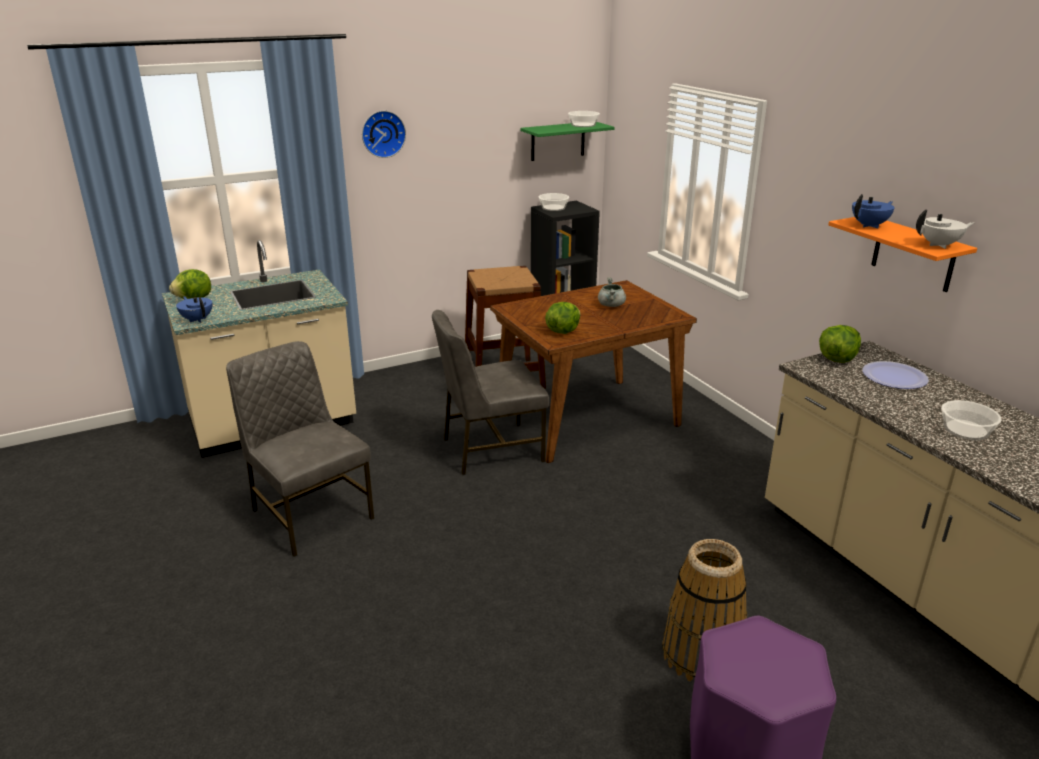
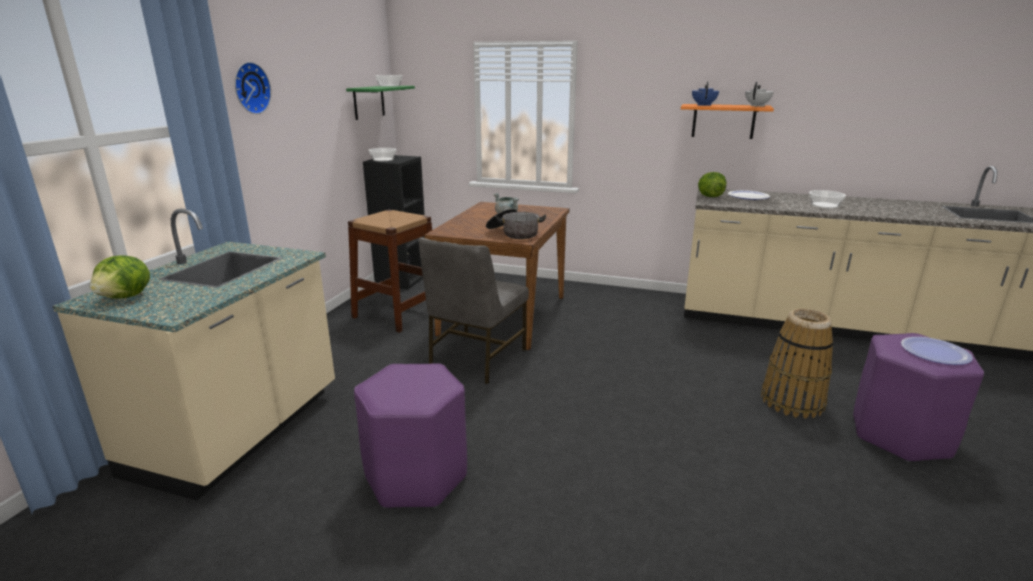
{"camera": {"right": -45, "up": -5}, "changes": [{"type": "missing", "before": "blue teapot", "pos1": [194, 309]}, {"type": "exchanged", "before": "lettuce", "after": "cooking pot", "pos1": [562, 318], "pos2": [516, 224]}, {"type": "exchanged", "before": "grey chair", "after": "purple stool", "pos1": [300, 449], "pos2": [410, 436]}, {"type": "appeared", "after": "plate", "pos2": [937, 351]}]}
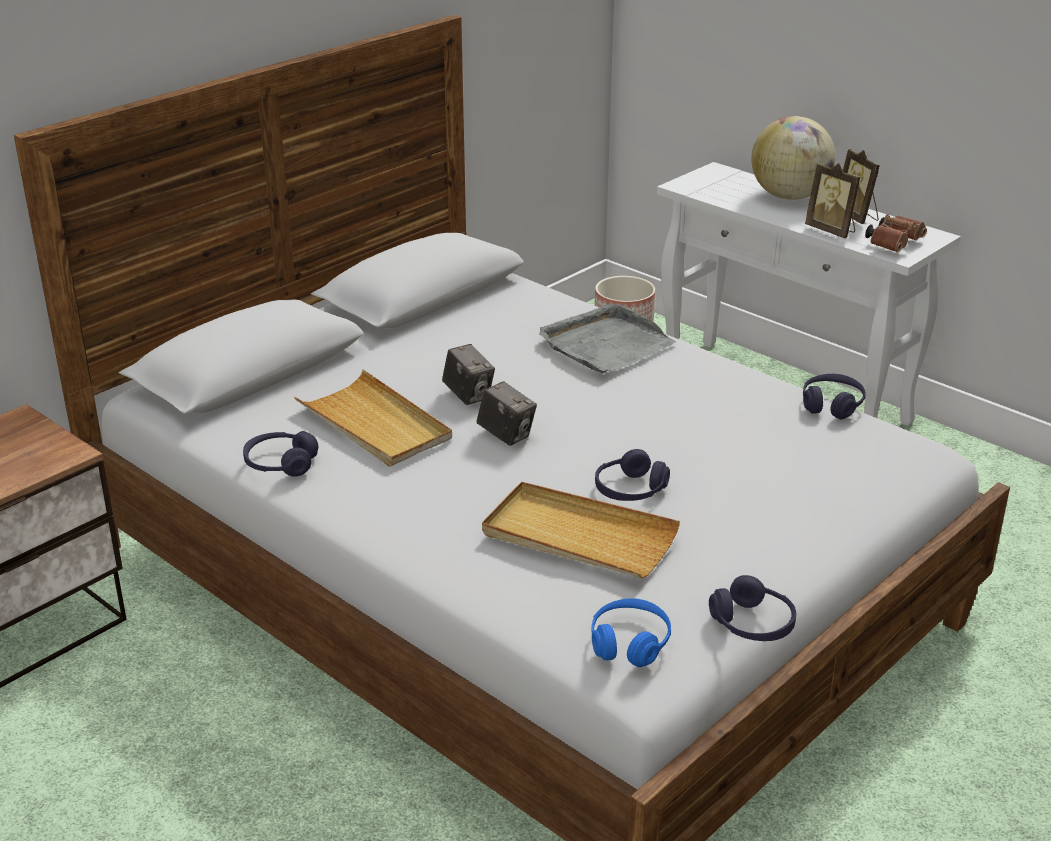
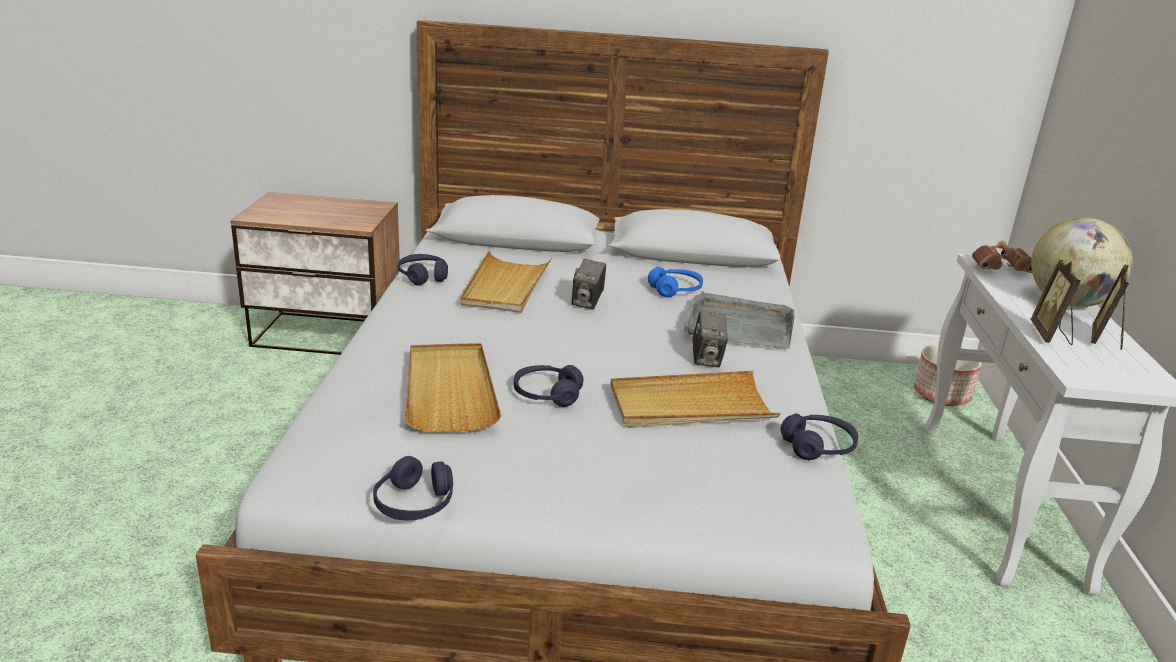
{"camera": {"right": 50, "up": -5}, "changes": [{"type": "relocated", "before": "brown binoculars", "pos1": [896, 233], "pos2": [1002, 256]}, {"type": "relocated", "before": "photo camera", "pos1": [506, 413], "pos2": [710, 339]}, {"type": "relocated", "before": "blue headphones", "pos1": [631, 632], "pos2": [675, 282]}, {"type": "appeared", "after": "beige tray", "pos2": [695, 399]}]}
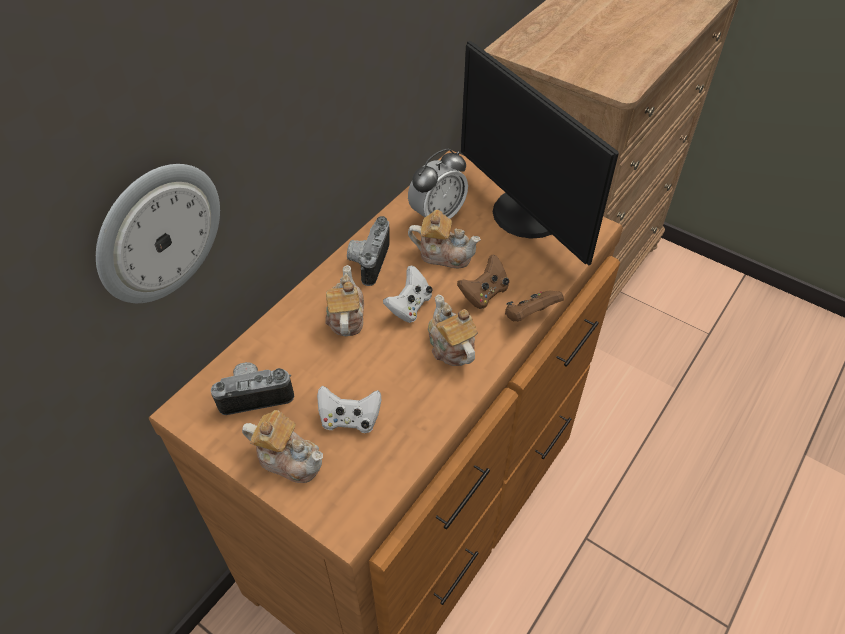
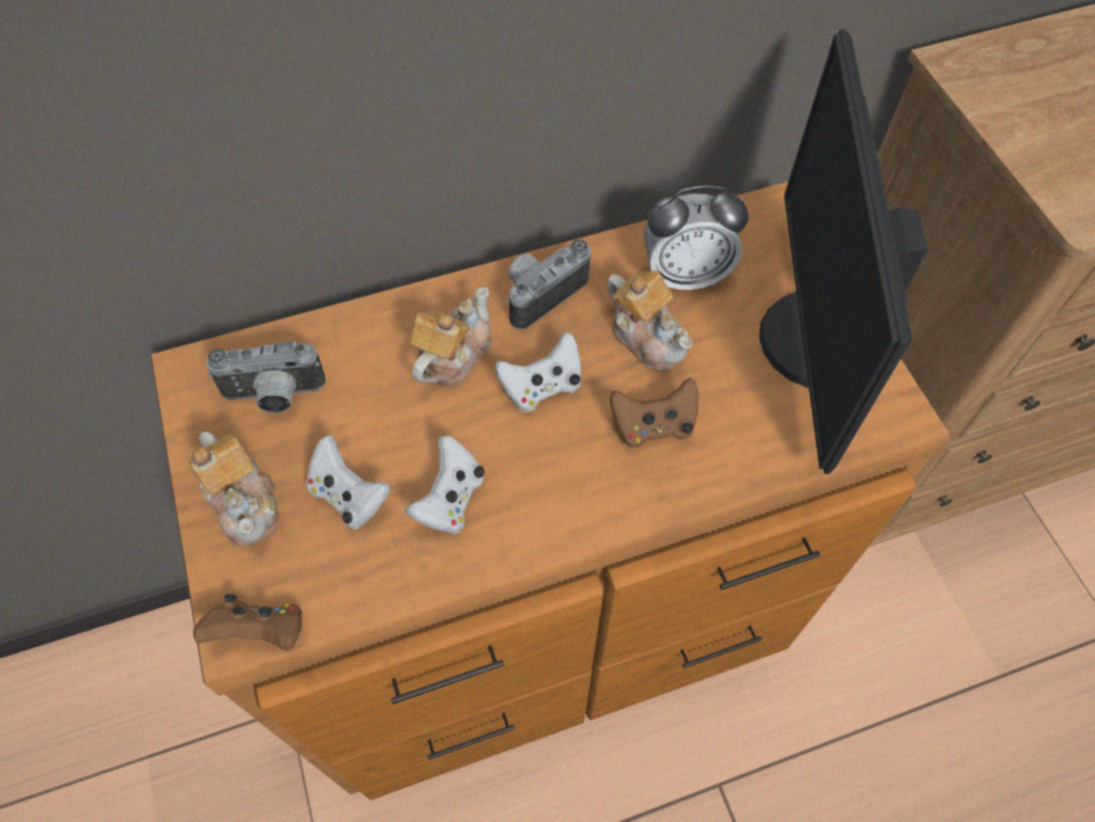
{"camera": {"right": 35, "up": 10}, "changes": [{"type": "missing", "before": "wall clock", "pos1": [158, 233]}, {"type": "relocated", "before": "brown game controller", "pos1": [534, 306], "pos2": [248, 622]}, {"type": "missing", "before": "teapot", "pos1": [453, 330]}, {"type": "spun", "before": "photo camera", "pos1": [252, 388], "pos2": [266, 377], "turn": 150}, {"type": "appeared", "after": "white game controller", "pos2": [445, 485]}]}
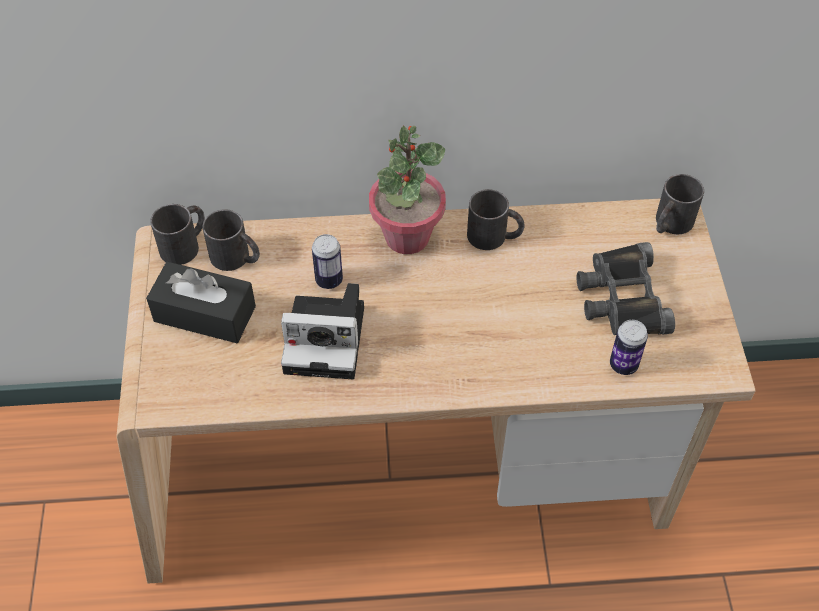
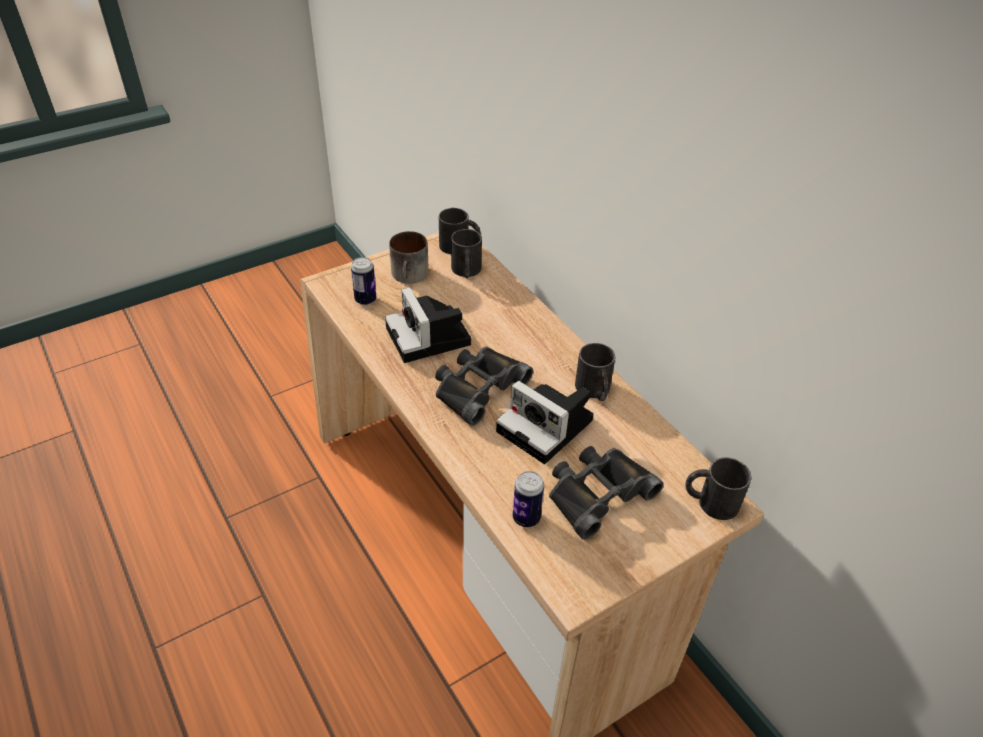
{"camera": {"right": 60, "up": -10}, "changes": [{"type": "missing", "before": "potted plant", "pos1": [407, 190]}, {"type": "relocated", "before": "can", "pos1": [327, 261], "pos2": [363, 281]}, {"type": "exchanged", "before": "black tissue box", "after": "mug", "pos1": [201, 302], "pos2": [409, 257]}, {"type": "appeared", "after": "black binoculars", "pos2": [484, 386]}, {"type": "appeared", "after": "photo camera", "pos2": [545, 422]}]}
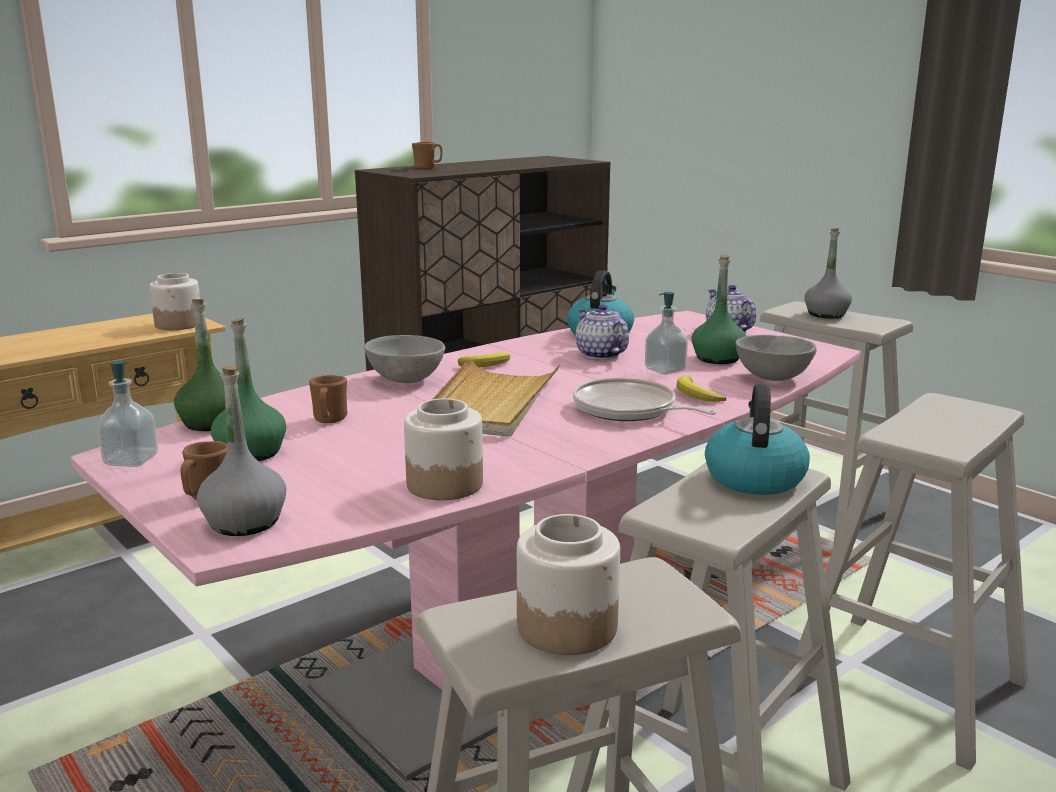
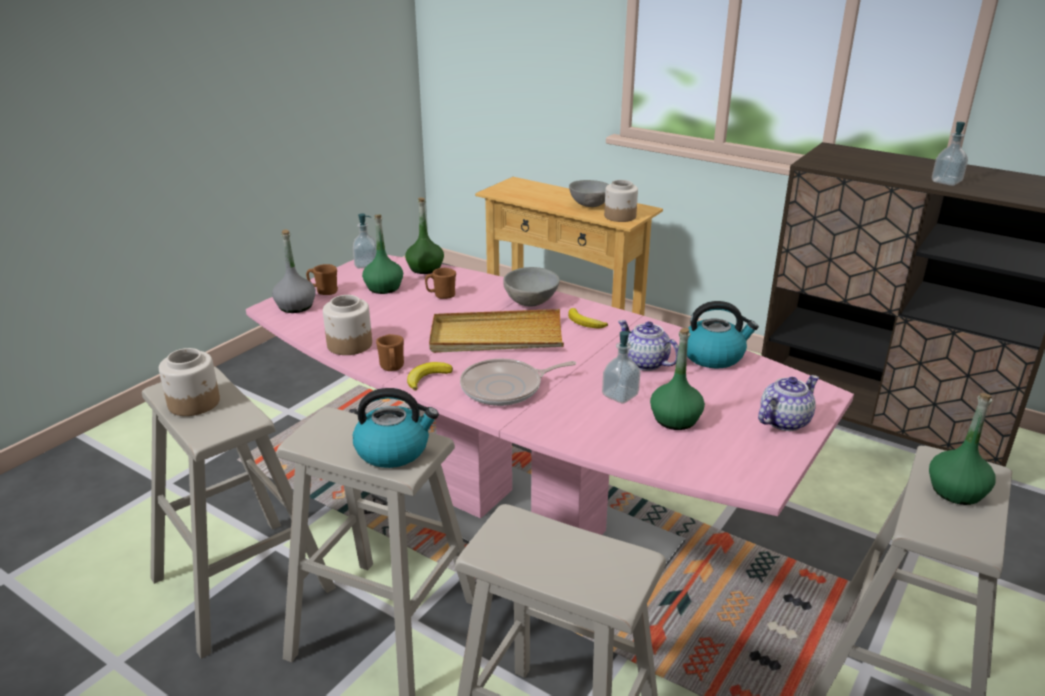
{"camera": {"right": 75, "up": 10}, "changes": [{"type": "relocated", "before": "brown mug", "pos1": [427, 155], "pos2": [390, 352]}, {"type": "colour", "before": "grey bottle", "after": "green bottle", "pos1": [828, 273], "pos2": [962, 449]}, {"type": "spun", "before": "teapot", "pos1": [602, 332], "pos2": [648, 345], "turn": -90}, {"type": "relocated", "before": "grey bowl", "pos1": [776, 358], "pos2": [589, 193]}, {"type": "relocated", "before": "banana", "pos1": [701, 388], "pos2": [430, 376]}, {"type": "spun", "before": "frying pan", "pos1": [645, 399], "pos2": [518, 382], "turn": -135}, {"type": "appeared", "after": "soap dispenser", "pos2": [950, 154]}]}
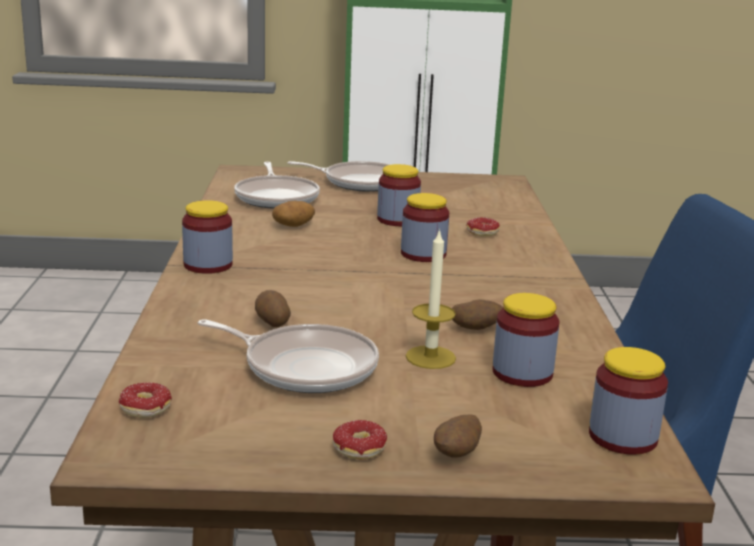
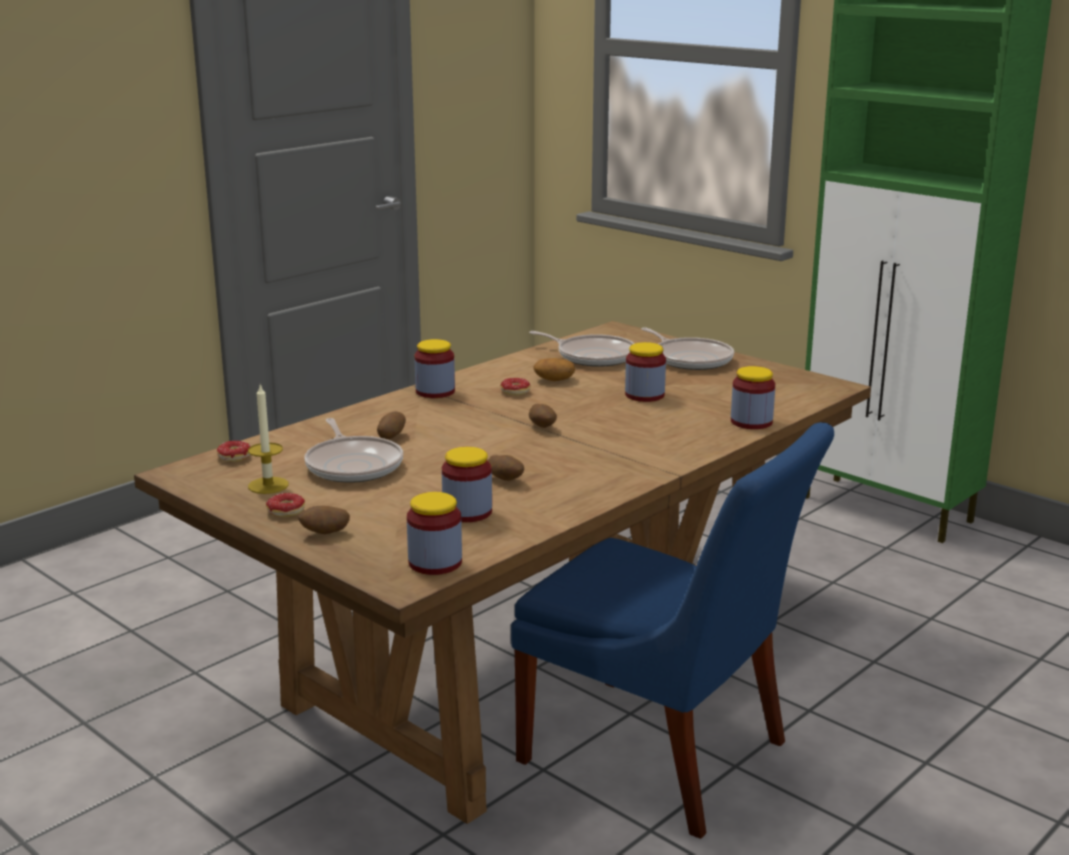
{"camera": {"right": 45, "up": 0}, "changes": [{"type": "spun", "before": "frying pan", "pos1": [277, 185], "pos2": [582, 349], "turn": -90}, {"type": "relocated", "before": "jar", "pos1": [425, 227], "pos2": [753, 397]}, {"type": "relocated", "before": "donut", "pos1": [483, 227], "pos2": [515, 387]}, {"type": "relocated", "before": "candle", "pos1": [431, 299], "pos2": [268, 439]}, {"type": "appeared", "after": "potato", "pos2": [543, 416]}]}
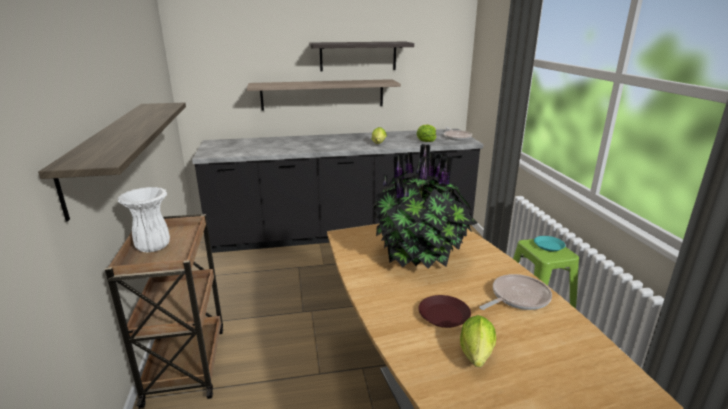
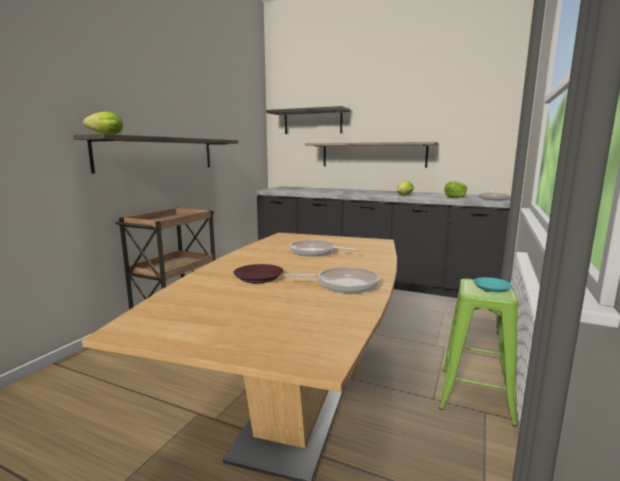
{"camera": {"right": 35, "up": -10}, "changes": [{"type": "relocated", "before": "shelf", "pos1": [361, 56], "pos2": [308, 120]}, {"type": "exchanged", "before": "potted plant", "after": "frying pan", "pos1": [425, 206], "pos2": [324, 248]}, {"type": "missing", "before": "white vase", "pos1": [144, 219]}, {"type": "relocated", "before": "lettuce", "pos1": [478, 341], "pos2": [103, 122]}]}
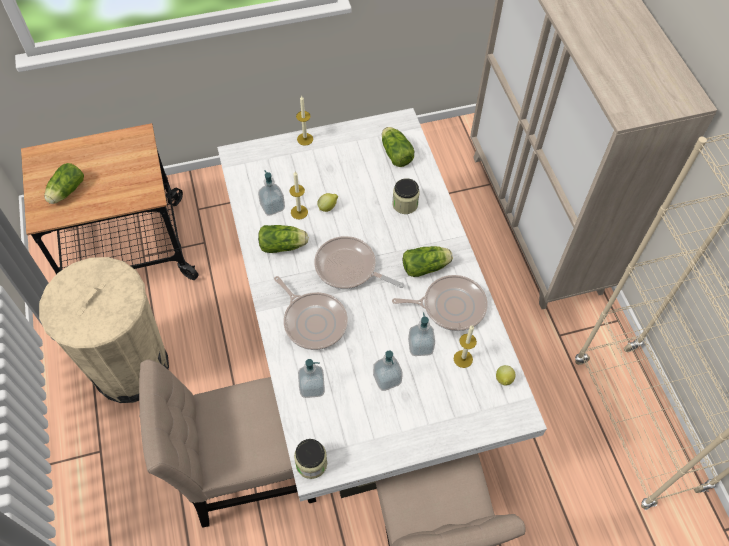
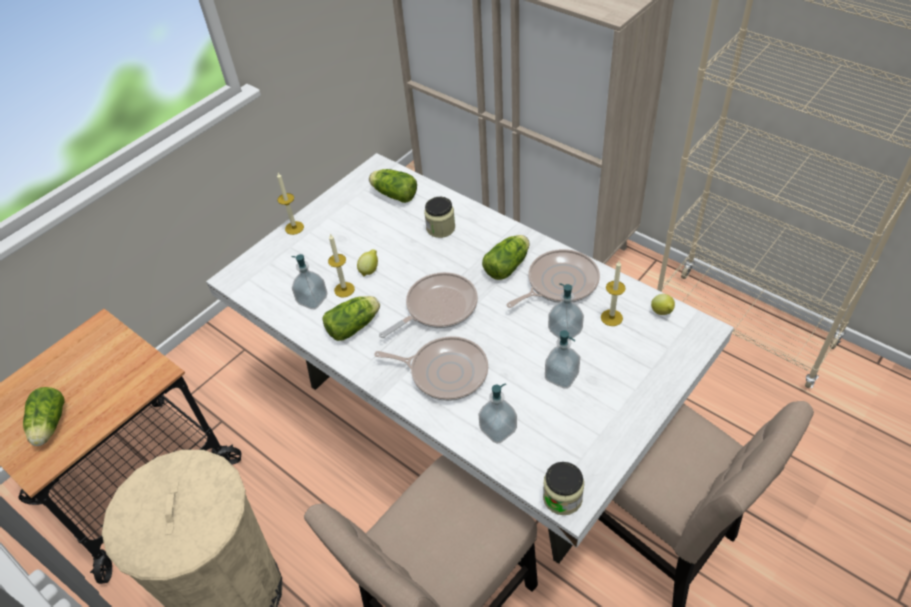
{"camera": {"right": -30, "up": -10}, "changes": [{"type": "spun", "before": "frying pan", "pos1": [359, 262], "pos2": [428, 305], "turn": 150}]}
